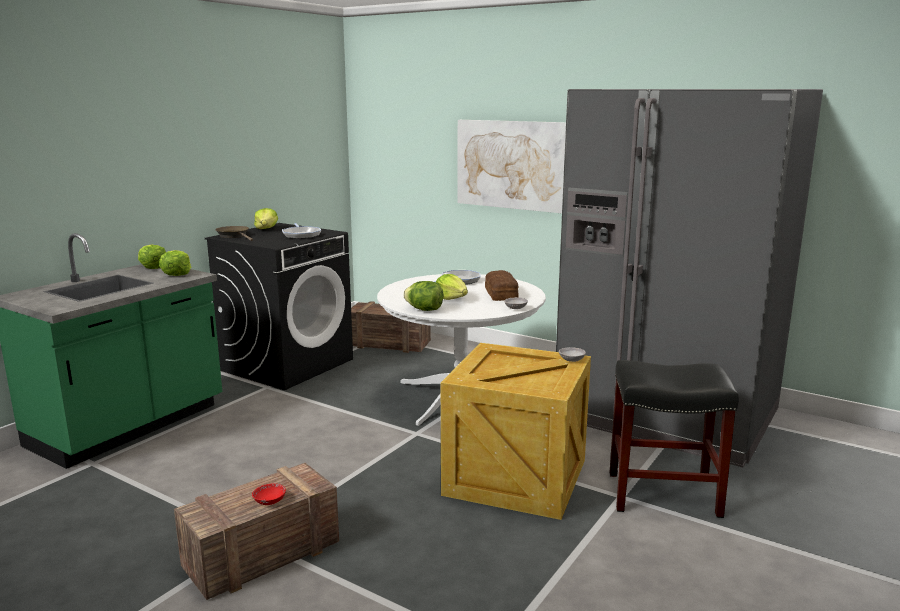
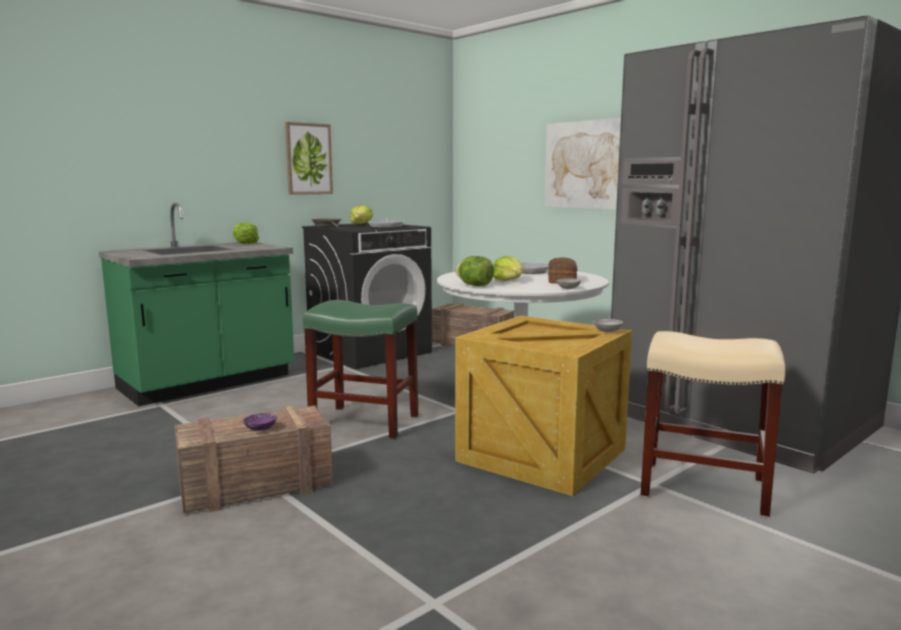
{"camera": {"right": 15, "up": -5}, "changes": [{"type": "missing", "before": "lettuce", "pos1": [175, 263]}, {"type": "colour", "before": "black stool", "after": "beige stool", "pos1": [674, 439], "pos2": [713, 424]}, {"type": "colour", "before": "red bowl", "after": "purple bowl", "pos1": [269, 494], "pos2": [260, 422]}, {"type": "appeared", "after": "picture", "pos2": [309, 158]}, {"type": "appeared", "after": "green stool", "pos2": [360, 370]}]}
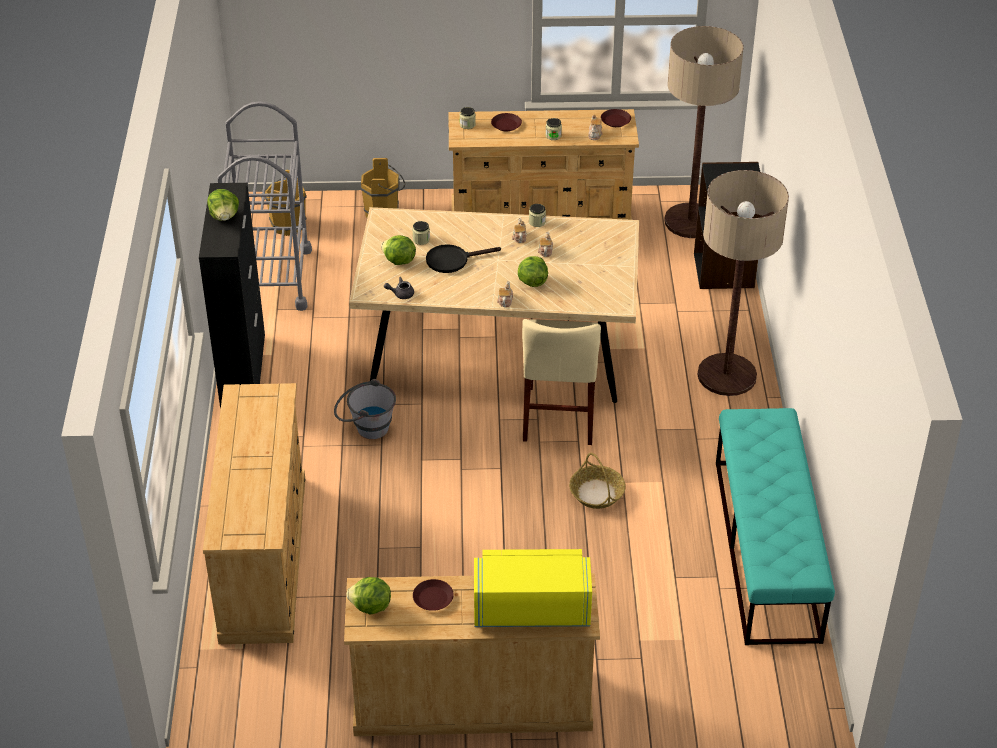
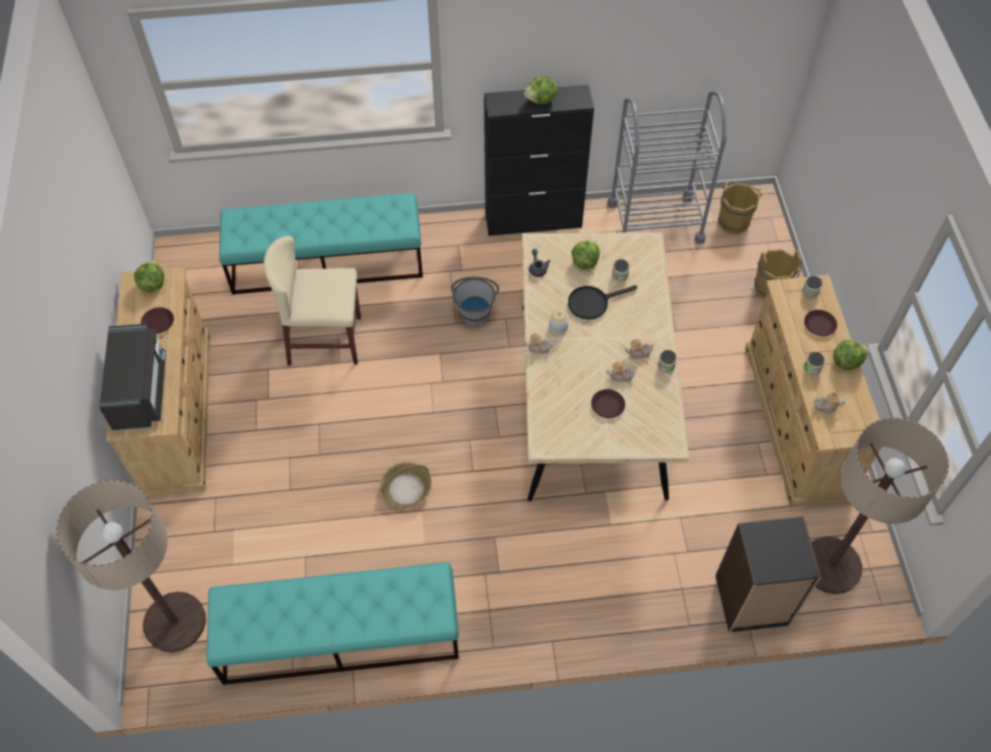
{"camera": {"right": 85, "up": 15}, "changes": [{"type": "relocated", "before": "brown plate", "pos1": [616, 118], "pos2": [608, 403]}, {"type": "relocated", "before": "floor lamp", "pos1": [743, 283], "pos2": [131, 566]}, {"type": "spun", "before": "black frying pan", "pos1": [463, 258], "pos2": [602, 302], "turn": -90}, {"type": "relocated", "before": "lettuce", "pos1": [533, 271], "pos2": [851, 355]}, {"type": "relocated", "before": "beige chair", "pos1": [561, 382], "pos2": [312, 300]}, {"type": "exchanged", "before": "beige dresser", "after": "turquoise bench", "pos1": [254, 513], "pos2": [321, 244]}, {"type": "colour", "before": "yellow microwave", "after": "black microwave", "pos1": [533, 588], "pos2": [132, 377]}, {"type": "appeared", "after": "jar", "pos2": [559, 321]}]}
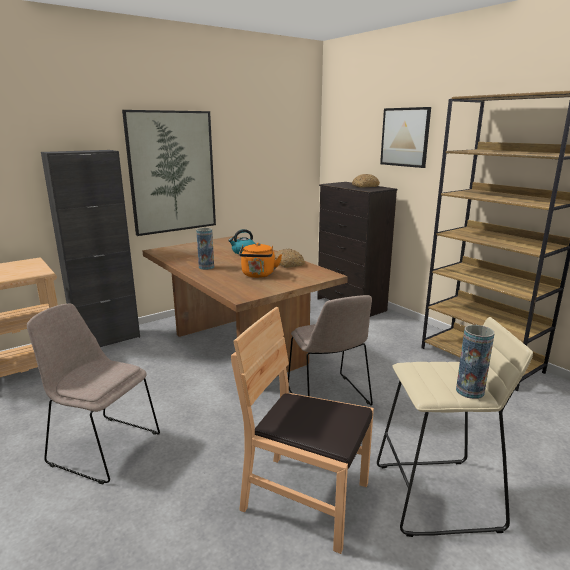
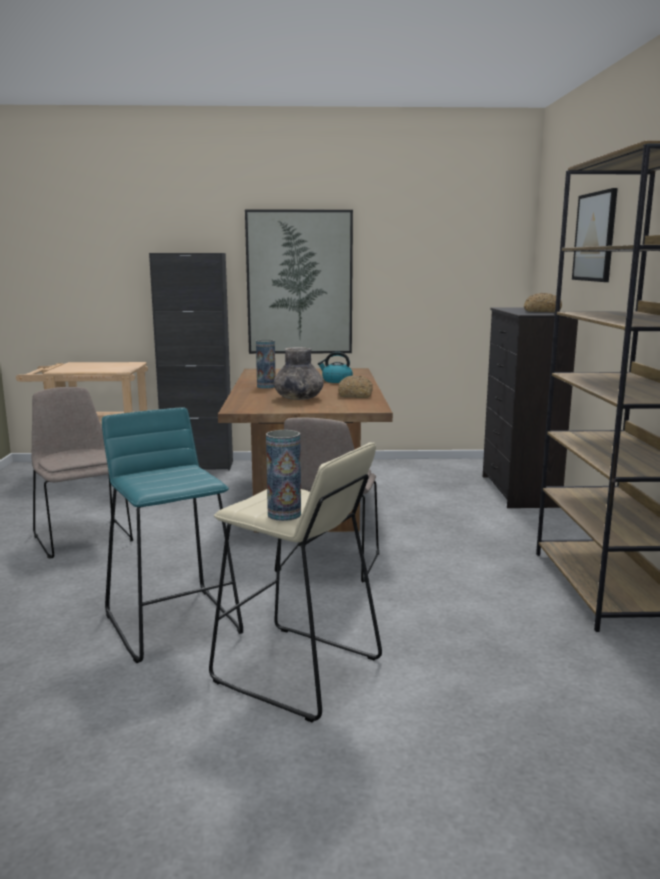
{"camera": {"right": 35, "up": -5}, "changes": [{"type": "exchanged", "before": "orange kettle", "after": "grey vase", "pos1": [260, 260], "pos2": [299, 373]}, {"type": "exchanged", "before": "brown chair", "after": "turquoise stool", "pos1": [302, 430], "pos2": [172, 535]}]}
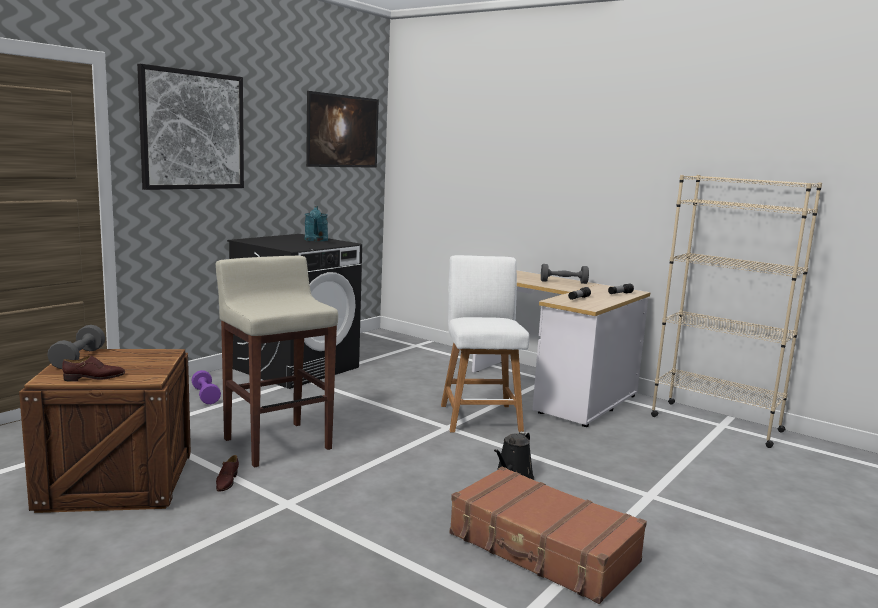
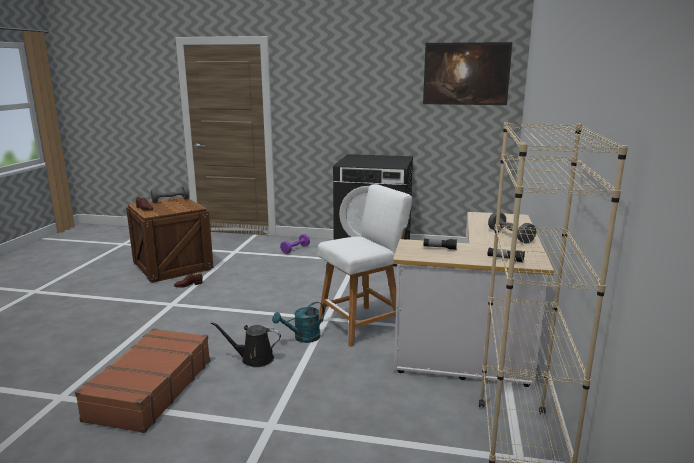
{"camera": {"right": 65, "up": 5}, "changes": [{"type": "missing", "before": "picture", "pos1": [190, 127]}, {"type": "relocated", "before": "turquoise watering can", "pos1": [316, 223], "pos2": [298, 322]}, {"type": "missing", "before": "beige stool", "pos1": [277, 361]}]}
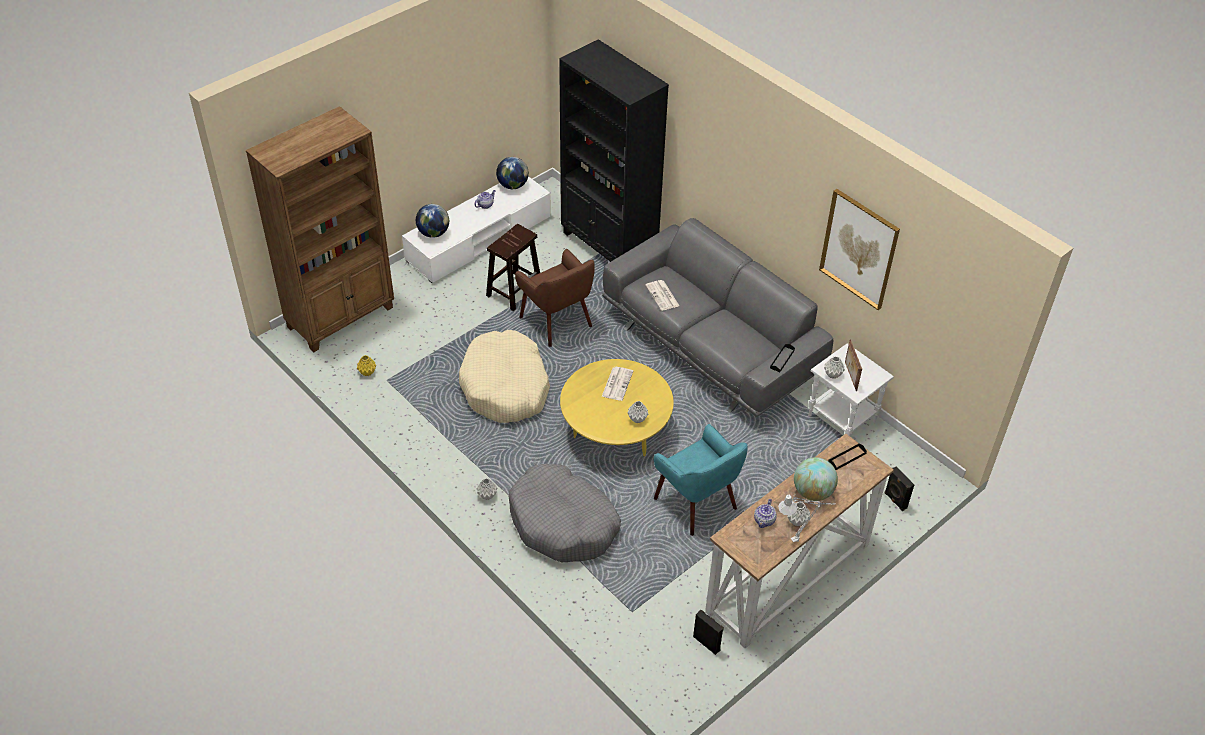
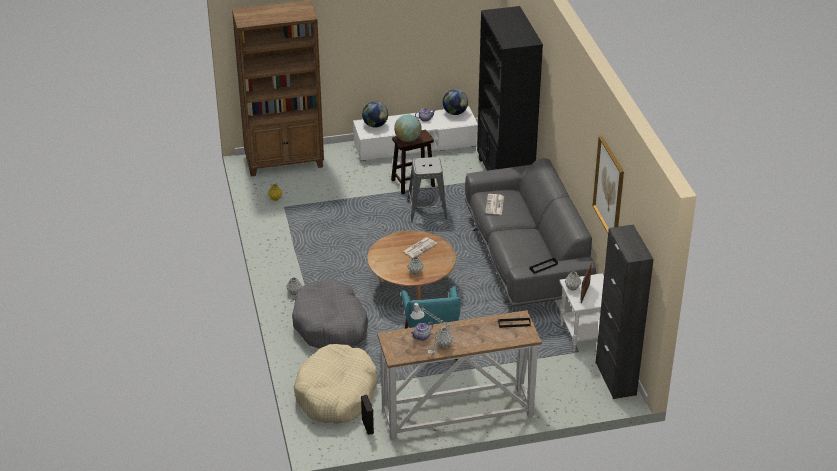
{"camera": {"right": 30, "up": -10}, "changes": [{"type": "exchanged", "before": "brown armchair", "after": "grey stool", "pos1": [555, 298], "pos2": [427, 189]}, {"type": "relocated", "before": "beige dog bed", "pos1": [504, 376], "pos2": [336, 384]}, {"type": "colour", "before": "yellow coffee table", "after": "brown coffee table", "pos1": [616, 408], "pos2": [411, 265]}, {"type": "relocated", "before": "globe", "pos1": [816, 479], "pos2": [408, 128]}, {"type": "missing", "before": "black speaker", "pos1": [899, 488]}, {"type": "appeared", "after": "black cabinet", "pos2": [625, 312]}]}
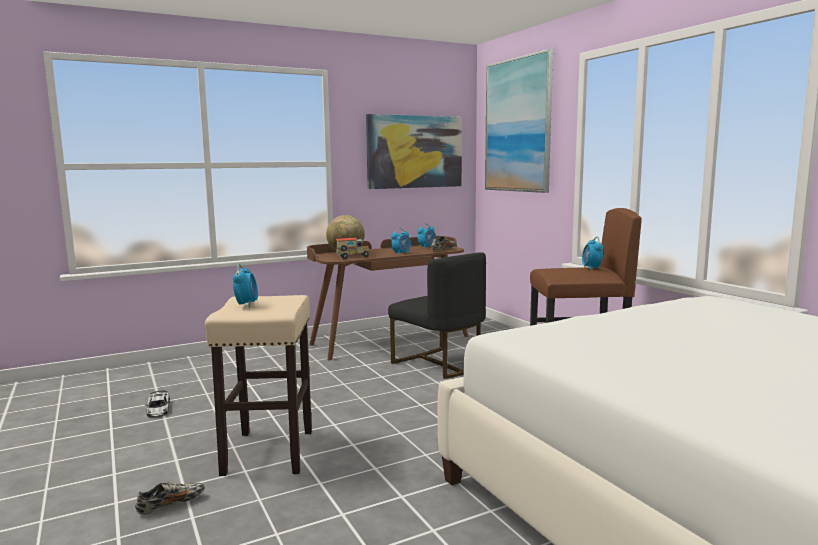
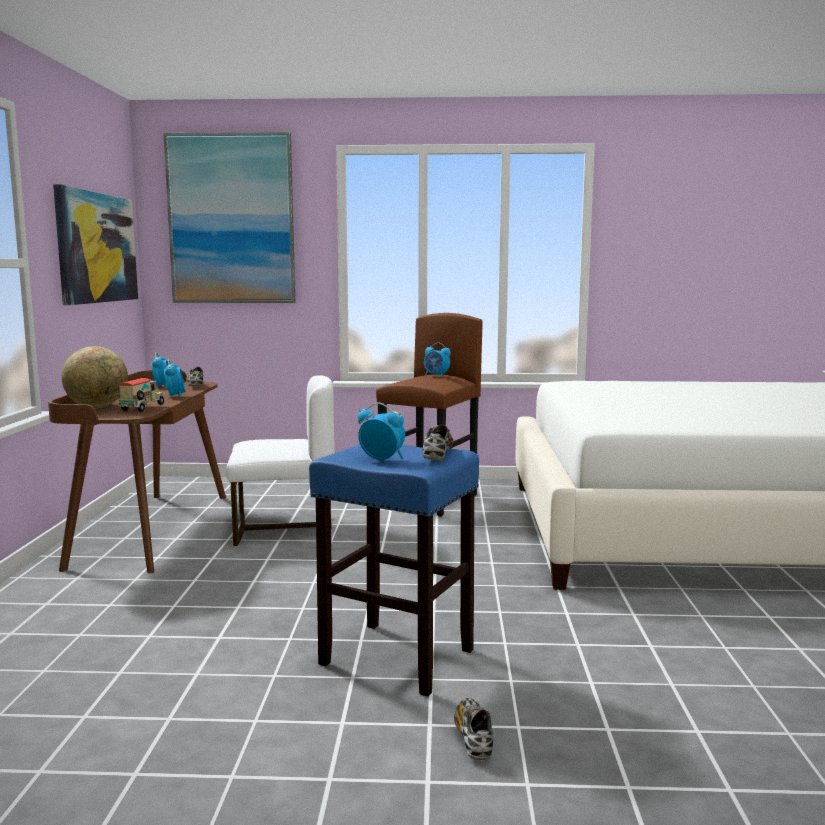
{"camera": {"right": -60, "up": 0}, "changes": [{"type": "colour", "before": "black chair", "after": "white chair", "pos1": [437, 315], "pos2": [280, 460]}, {"type": "colour", "before": "beige stool", "after": "blue stool", "pos1": [258, 385], "pos2": [394, 570]}, {"type": "missing", "before": "toy car", "pos1": [158, 404]}, {"type": "appeared", "after": "shoe", "pos2": [438, 442]}]}
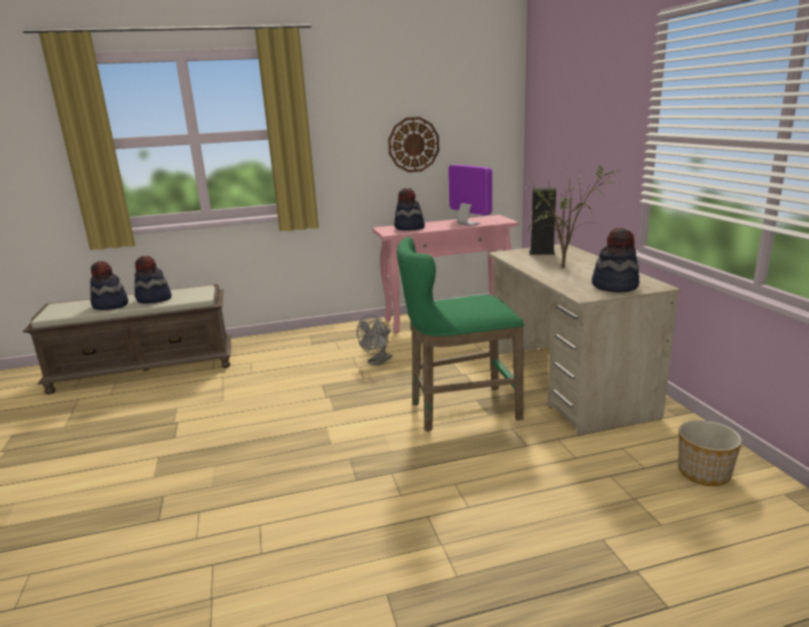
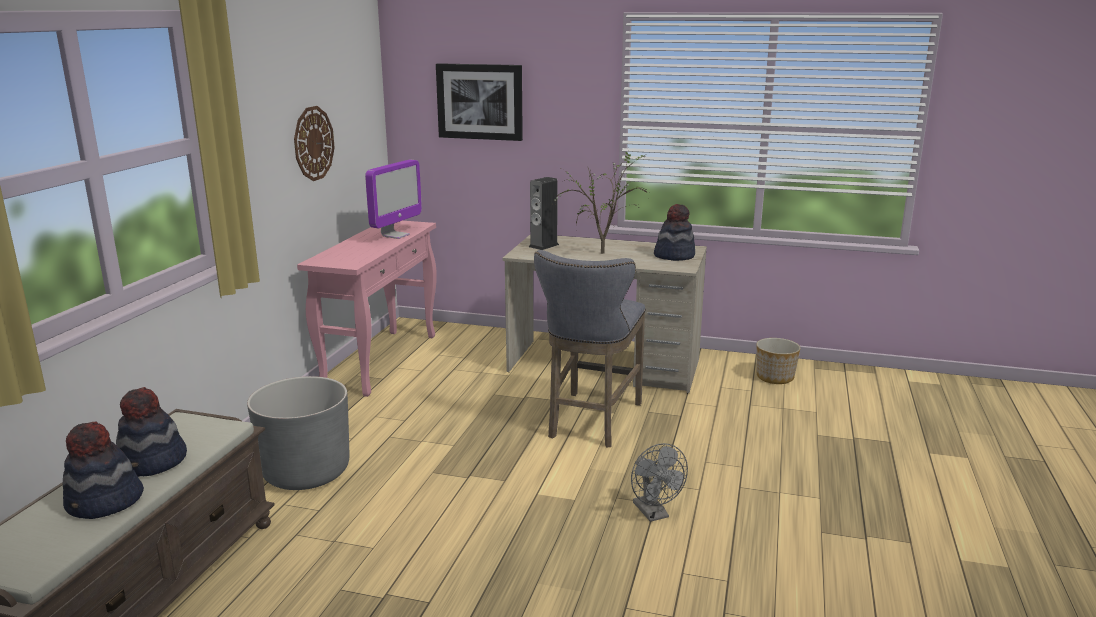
{"camera": {"right": -60, "up": 0}, "changes": [{"type": "spun", "before": "monitor", "pos1": [470, 195], "pos2": [393, 199], "turn": 120}, {"type": "missing", "before": "hat", "pos1": [409, 209]}, {"type": "colour", "before": "green stool", "after": "grey stool", "pos1": [460, 334], "pos2": [590, 348]}, {"type": "relocated", "before": "grey fan", "pos1": [374, 340], "pos2": [659, 482]}, {"type": "appeared", "after": "picture", "pos2": [479, 102]}, {"type": "appeared", "after": "grey planter", "pos2": [298, 433]}]}
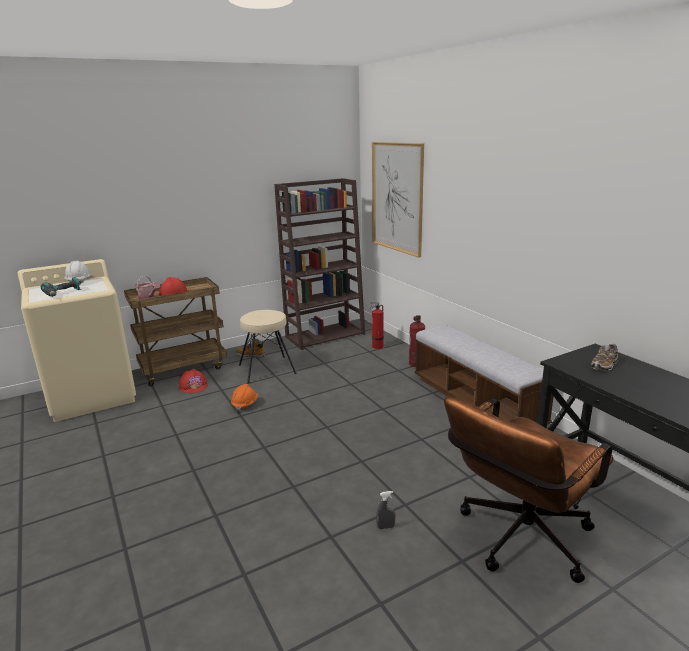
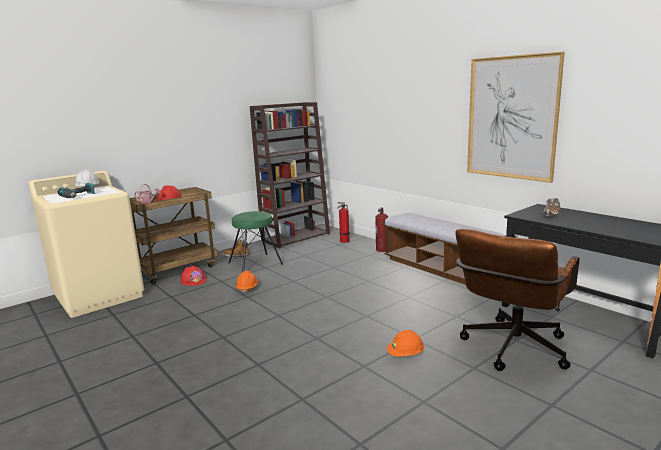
{"camera": {"right": -10, "up": -5}, "changes": [{"type": "relocated", "before": "picture", "pos1": [398, 200], "pos2": [516, 117]}, {"type": "colour", "before": "beige stool", "after": "green stool", "pos1": [268, 346], "pos2": [256, 242]}, {"type": "exchanged", "before": "grey spray bottle", "after": "orange hard hat", "pos1": [386, 510], "pos2": [405, 343]}]}
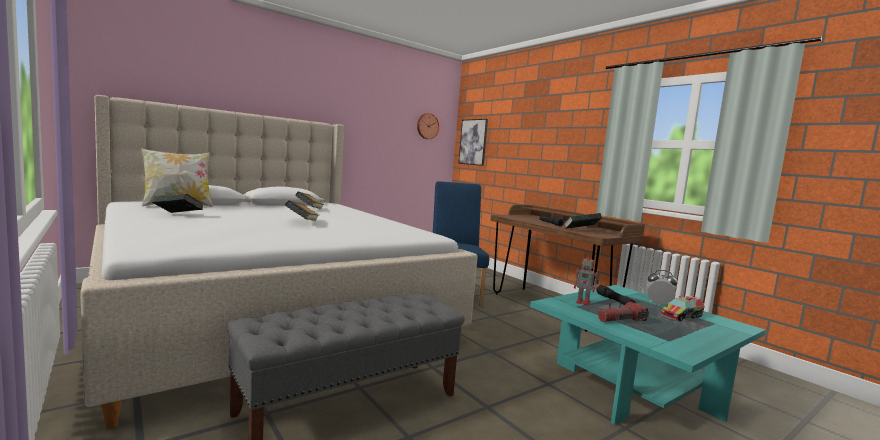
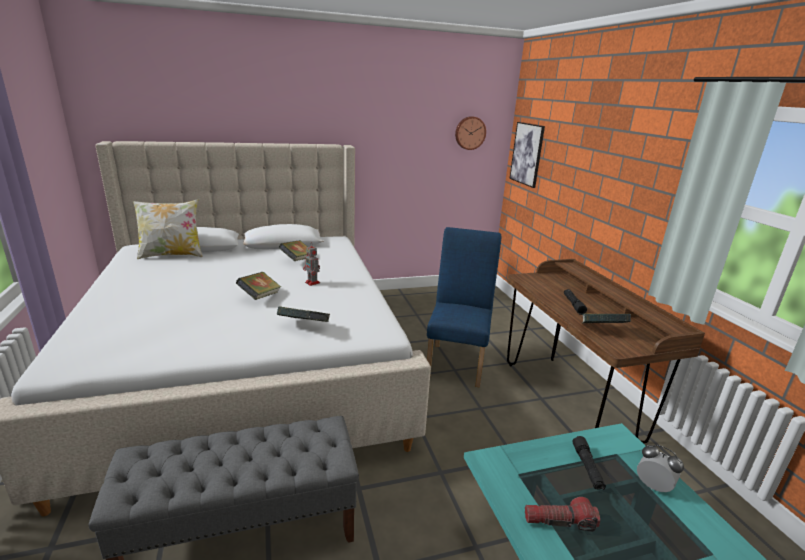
{"camera": {"right": 20, "up": 15}, "changes": [{"type": "relocated", "before": "book", "pos1": [178, 203], "pos2": [303, 314]}, {"type": "relocated", "before": "toy robot", "pos1": [586, 280], "pos2": [311, 264]}, {"type": "missing", "before": "toy truck", "pos1": [683, 308]}]}
